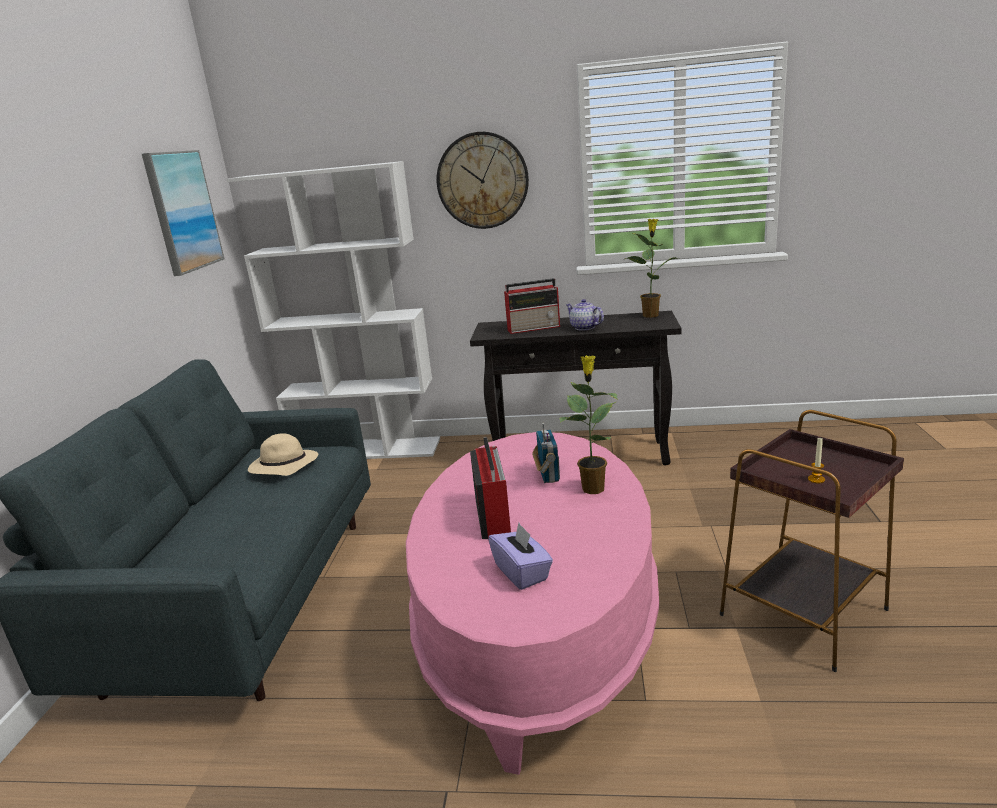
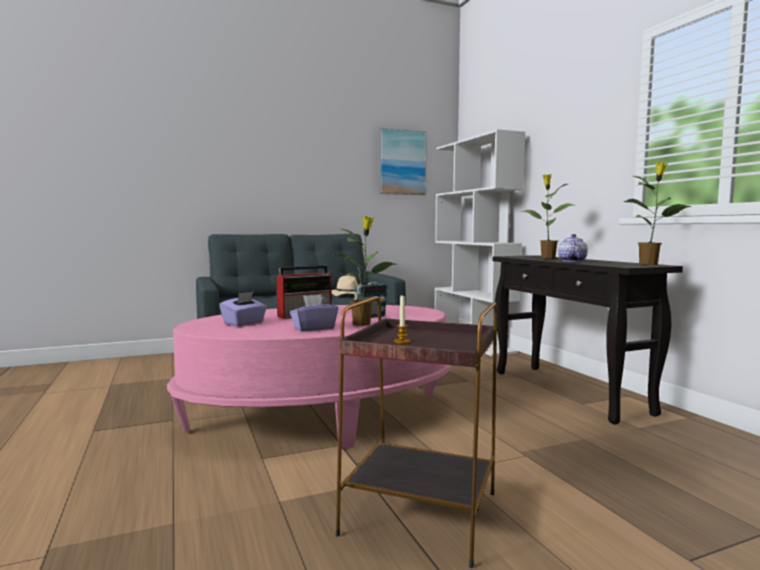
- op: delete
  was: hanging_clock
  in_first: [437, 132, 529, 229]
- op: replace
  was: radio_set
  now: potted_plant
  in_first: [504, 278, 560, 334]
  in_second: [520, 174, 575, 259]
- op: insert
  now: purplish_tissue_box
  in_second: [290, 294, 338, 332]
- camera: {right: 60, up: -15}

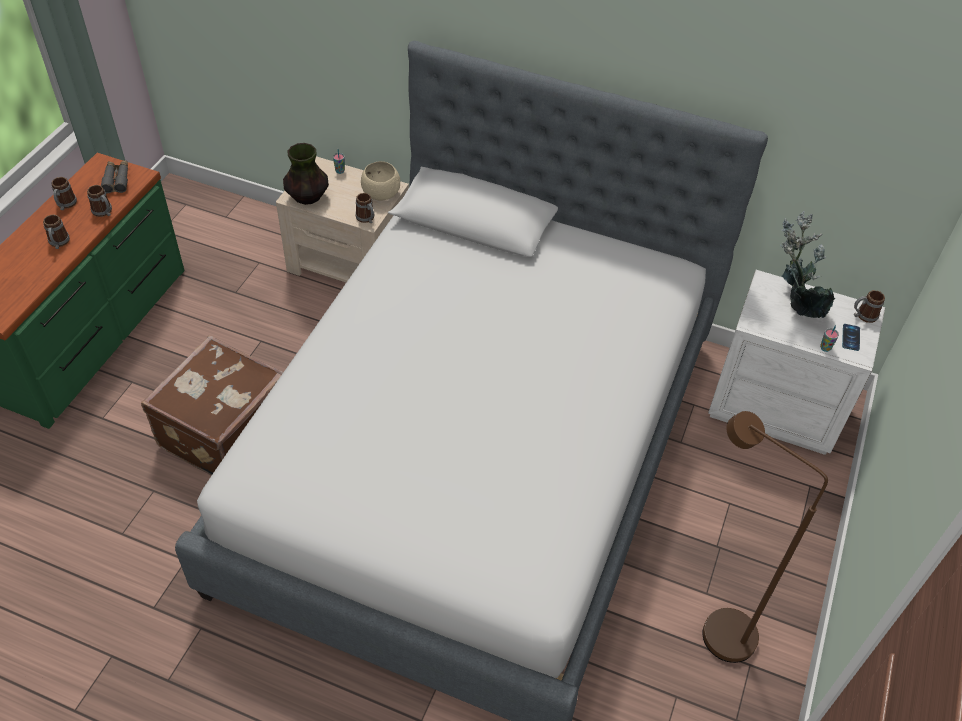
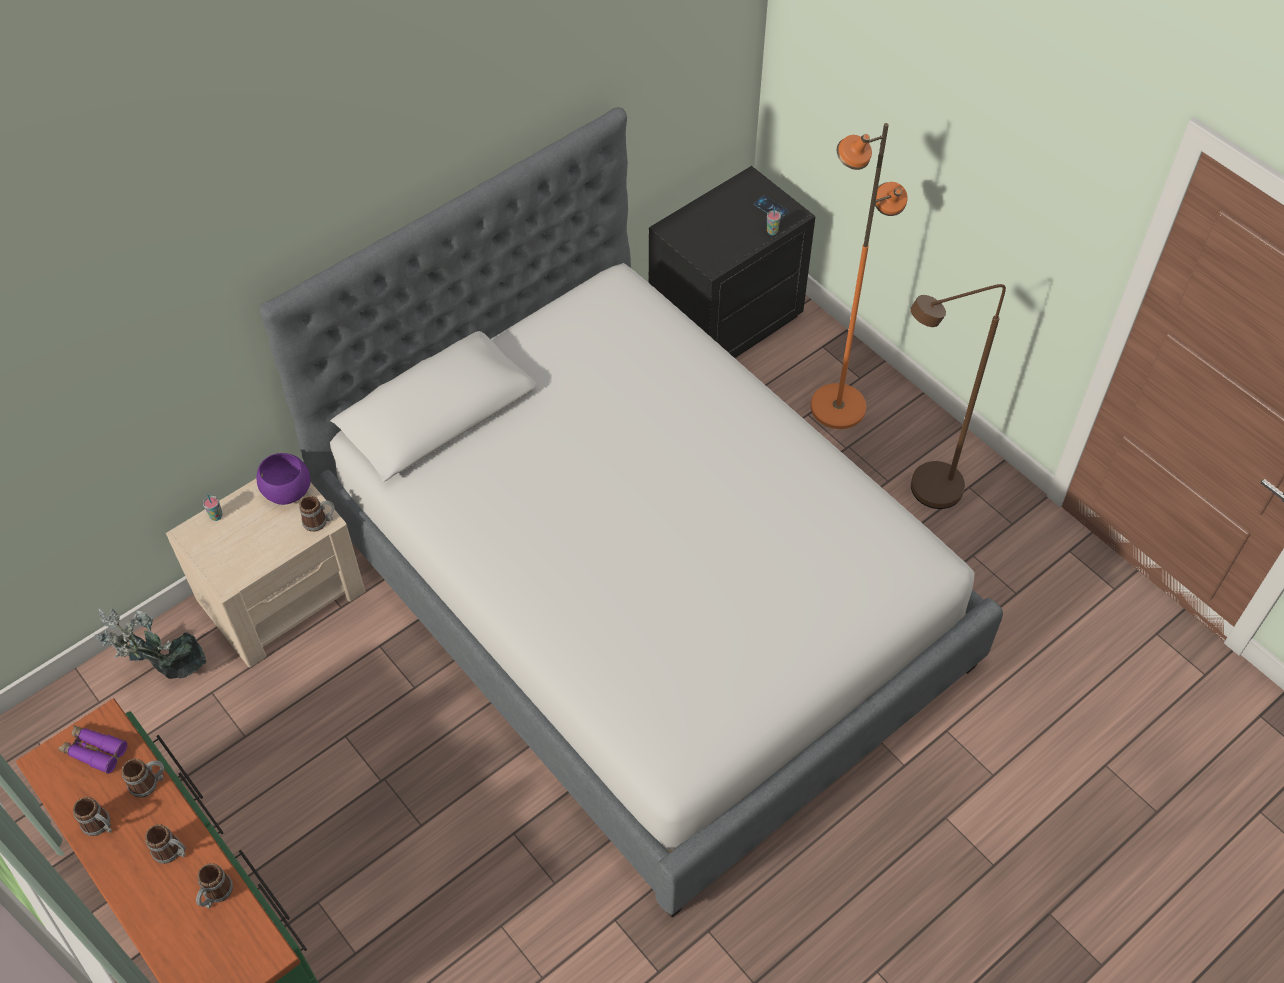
- op: delete
  was: decorative_vase
  in_first: [283, 143, 329, 205]
- op: recolor
  was: gray_field_glasses
  now: purplish_field_glasses
  in_first: [101, 160, 128, 193]
  in_second: [58, 725, 127, 774]
- op: recolor
  was: beige_serving_bowl
  now: purplish_serving_bowl
  in_first: [361, 161, 400, 201]
  in_second: [256, 453, 311, 505]
- op: move
  was: potted_plant
  in_first: [780, 211, 835, 318]
  in_second: [94, 609, 206, 679]
- op: recolor
  was: white-coloured_night_table
  now: blackish_night_table
  in_first: [708, 270, 885, 455]
  in_second: [649, 166, 816, 358]
- op: move
  was: tea_mug
  in_first: [854, 290, 885, 323]
  in_second: [196, 863, 233, 908]
- op: delete
  was: brown_piece_of_luggage
  in_first: [141, 335, 283, 476]
- op: insert
  now: orangey_standing_lamp
  in_second: [811, 123, 908, 429]
- camera: {right: -60, up: 5}

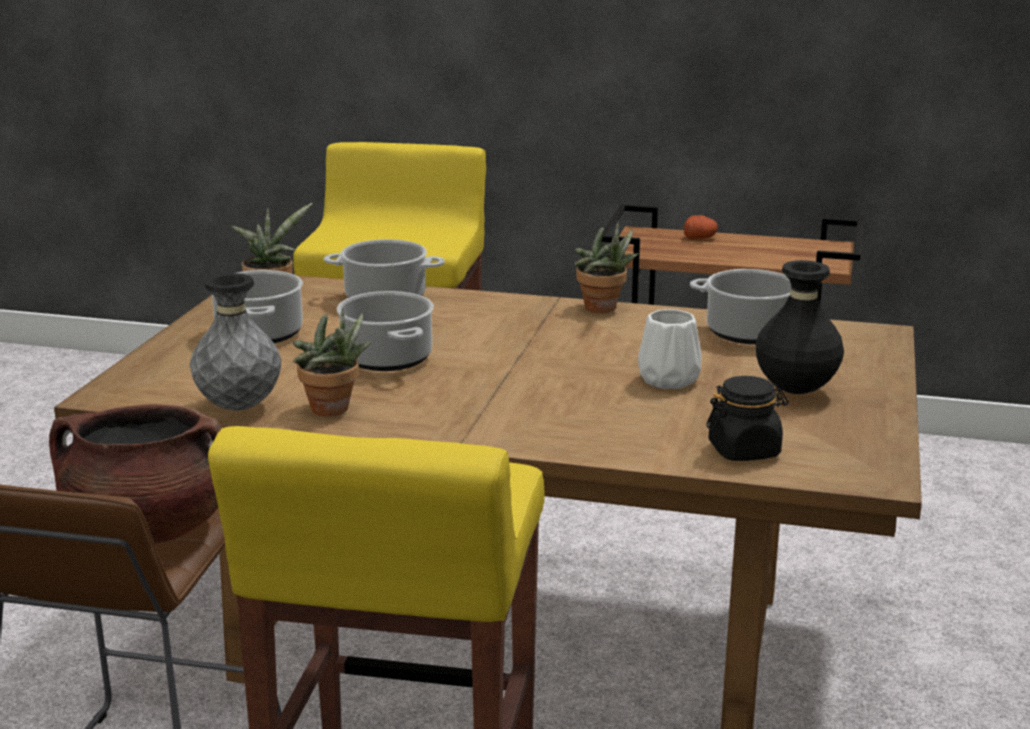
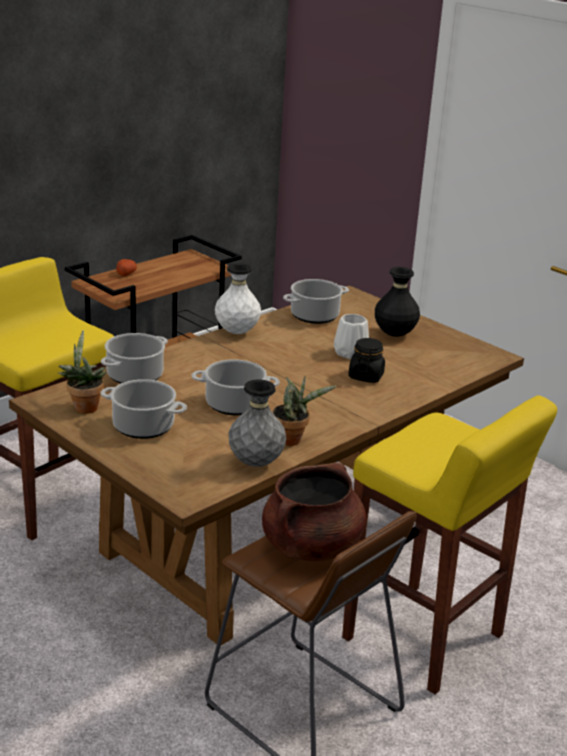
- op: replace
  was: potted_plant
  now: white-coloured_decorative_vase
  in_first: [575, 222, 639, 313]
  in_second: [215, 263, 261, 334]
- op: move
  was: blackish_jar
  in_first: [706, 376, 788, 461]
  in_second: [348, 338, 385, 383]
- camera: {right: -60, up: 5}

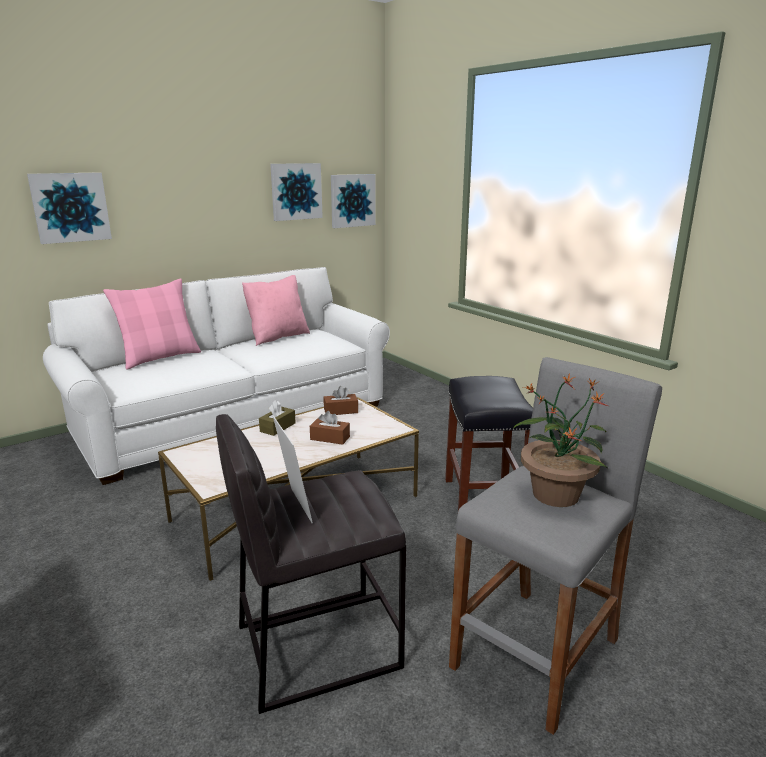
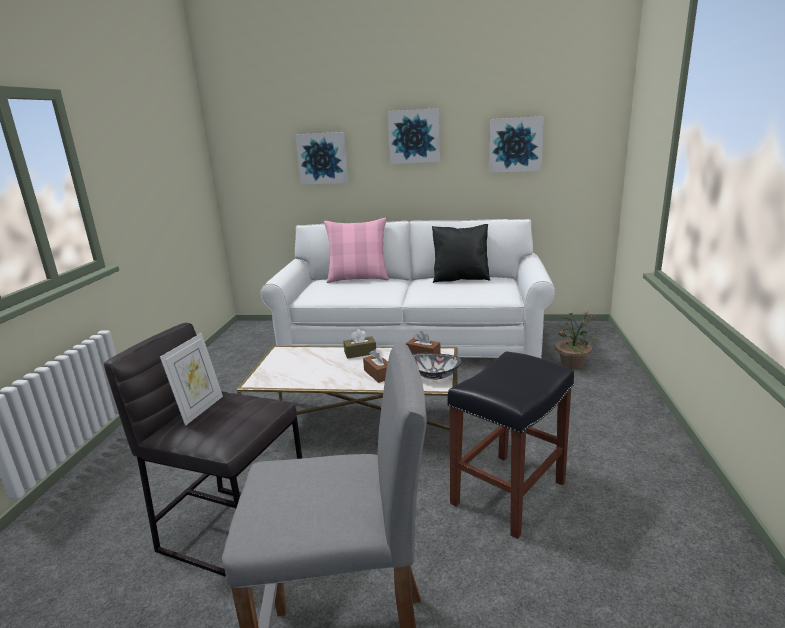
- op: move
  was: wall_art
  in_first: [331, 174, 376, 228]
  in_second: [388, 108, 440, 164]
- op: recolor
  was: pinkish_throw_pillow
  now: blackish_throw_pillow
  in_first: [242, 275, 310, 346]
  in_second: [432, 224, 490, 283]
- op: move
  was: potted_plant
  in_first: [514, 373, 608, 507]
  in_second: [555, 311, 598, 369]
- op: insert
  now: serving_bowl
  in_second: [412, 353, 462, 380]
- camera: {right: 45, up: 0}

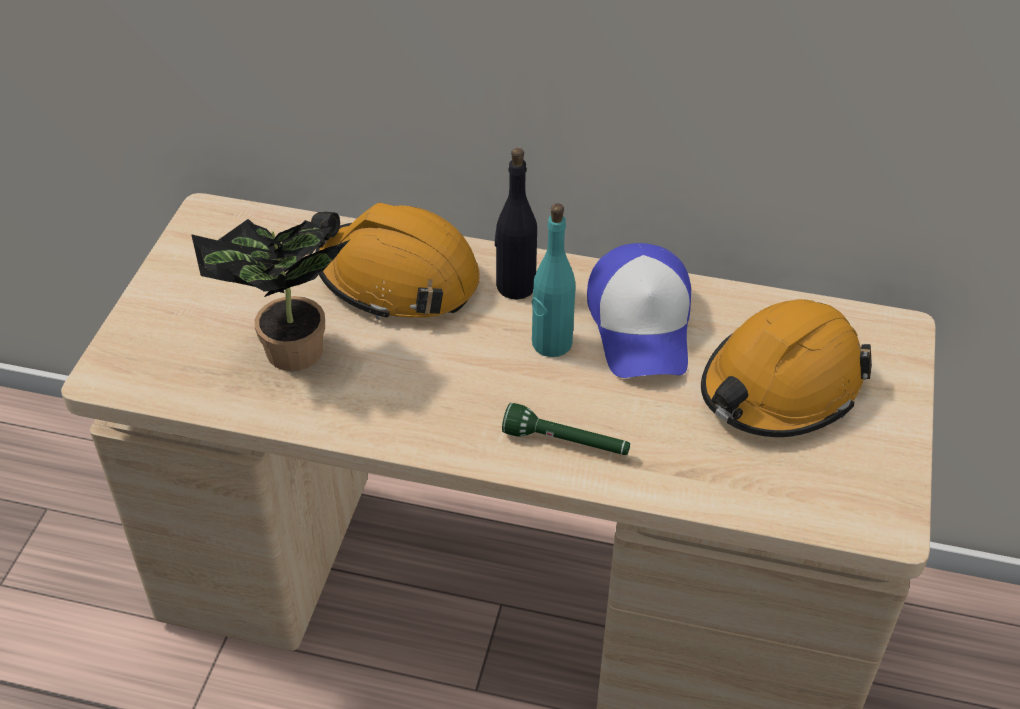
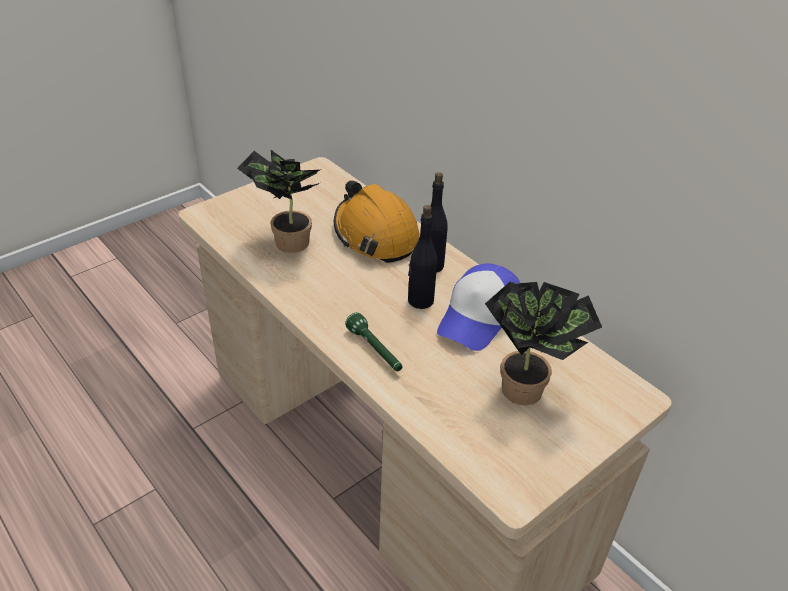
- op: recolor
  was: blue-green_bottle
  now: blackish_bottle
  in_first: [532, 203, 576, 357]
  in_second: [408, 205, 437, 309]
- op: replace
  was: orangey_safety_helmet
  now: potted_plant
  in_first: [701, 299, 872, 437]
  in_second: [485, 281, 602, 405]
- camera: {right: 35, up: -5}

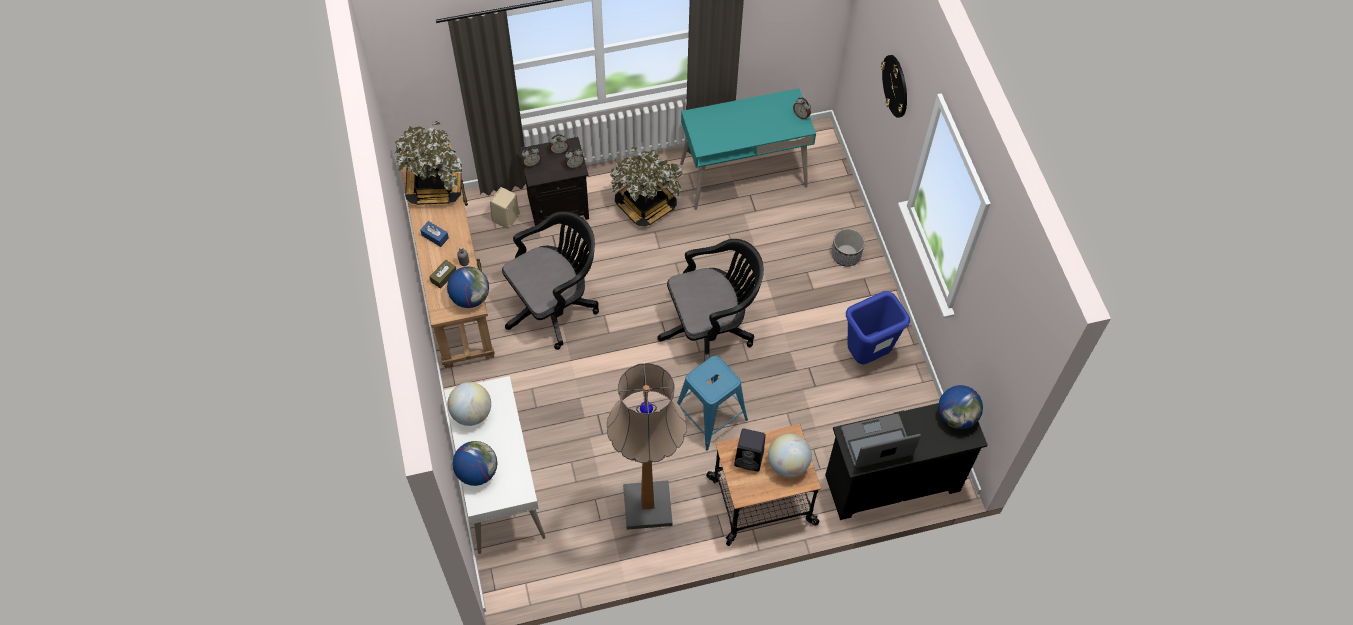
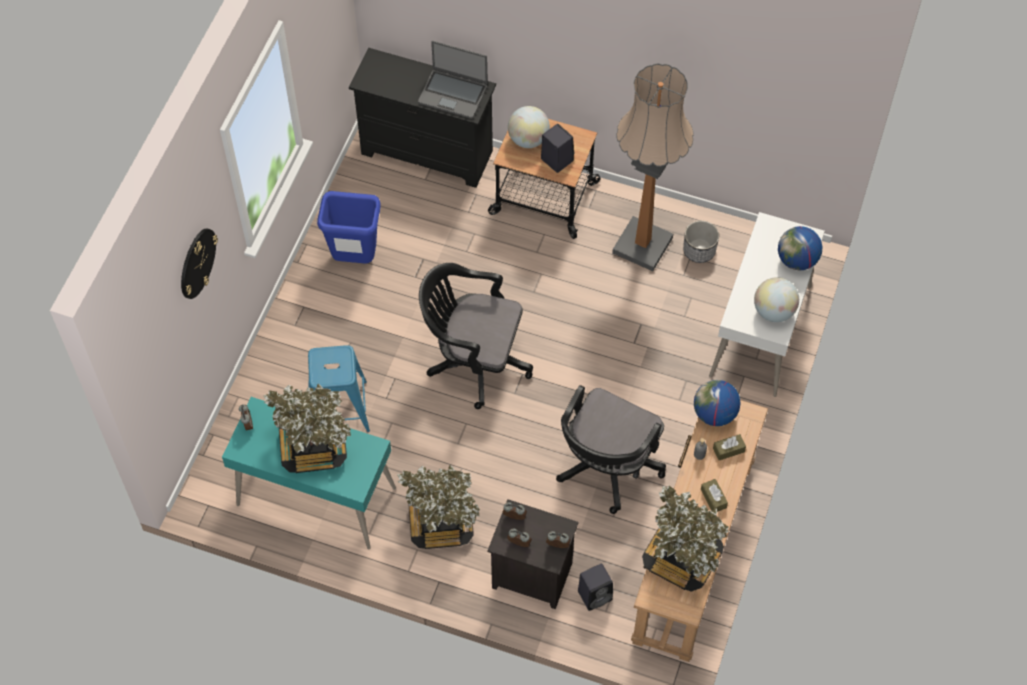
- op: recolor
  was: beige_audio_speaker
  now: blackish_audio_speaker
  in_first: [490, 187, 520, 229]
  in_second: [578, 564, 613, 611]
- op: rotate
  was: blackish_desk_chair
  in_first: [502, 211, 599, 350]
  in_second: [556, 385, 666, 514]
  clockwise: -60
- op: recolor
  was: blue_tissue_box
  now: brown_tissue_box
  in_first: [420, 221, 449, 247]
  in_second: [701, 479, 728, 512]
- op: move
  was: plant_pot
  in_first: [832, 228, 865, 267]
  in_second: [683, 221, 719, 263]
- op: move
  was: blue_stool
  in_first: [677, 356, 748, 450]
  in_second: [308, 345, 370, 432]
- op: delete
  was: desk_globe
  in_first: [938, 385, 983, 429]
- op: insert
  now: potted_plant
  in_second: [263, 383, 351, 473]
- camera: {right: -145, up: 0}

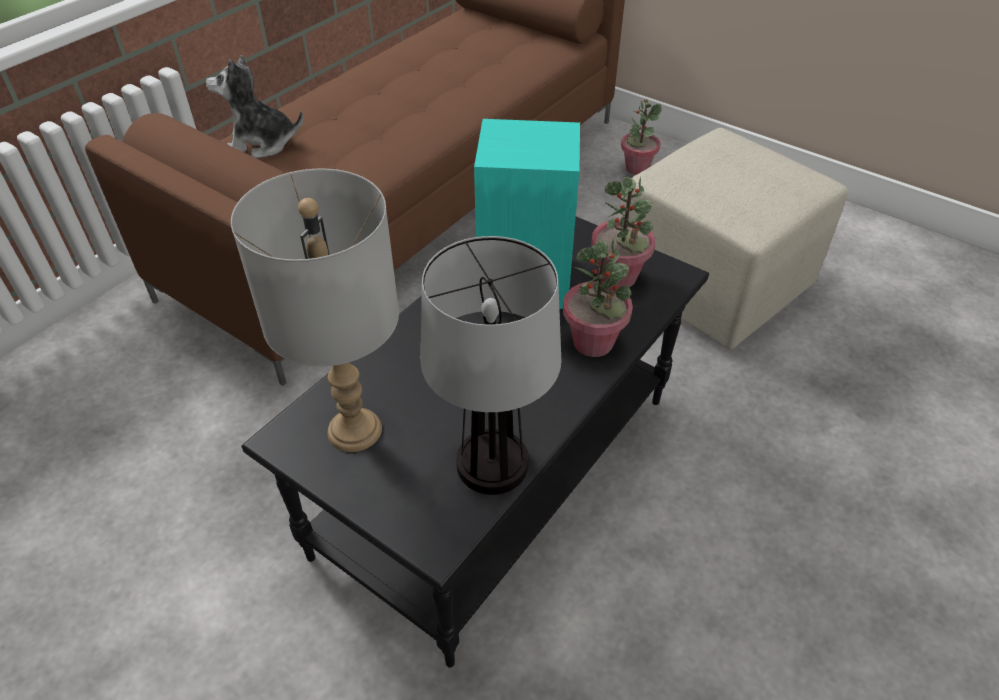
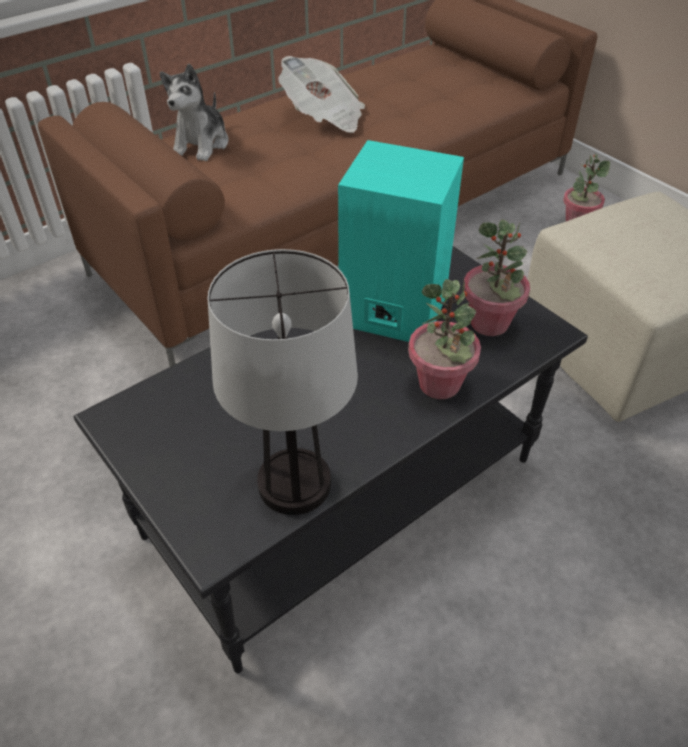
- op: rotate
  was: cuddly_toy
  in_first: [206, 55, 303, 158]
  in_second: [160, 64, 228, 161]
  clockwise: -90
- op: delete
  was: gray_table_lamp
  in_first: [231, 169, 399, 452]
- op: insert
  now: printed_paper
  in_second: [278, 56, 365, 133]
- camera: {right: 15, up: 0}

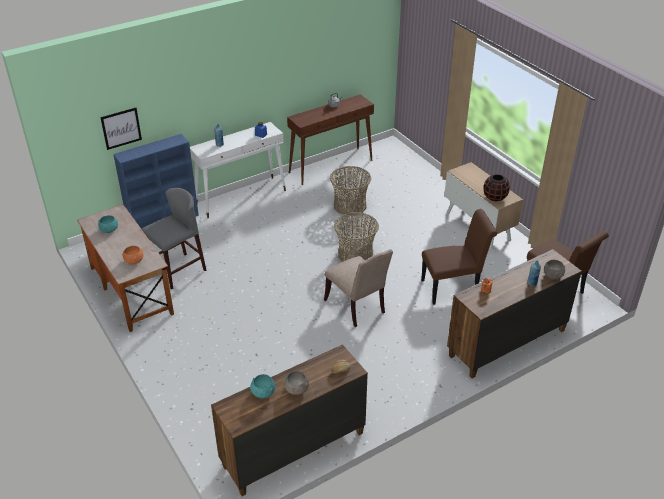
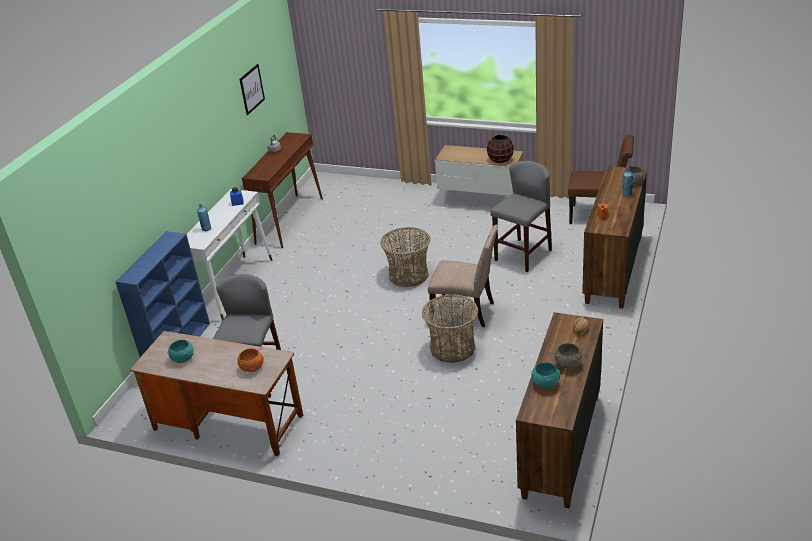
- op: move
  was: wall_art
  in_first: [100, 108, 142, 150]
  in_second: [239, 64, 265, 115]
- op: move
  was: basket
  in_first: [330, 166, 371, 216]
  in_second: [422, 294, 479, 363]
- op: replace
  was: brown_plain_chair
  now: gray_stool
  in_first: [421, 209, 498, 305]
  in_second: [490, 161, 552, 272]
- camera: {right: -35, up: -5}

